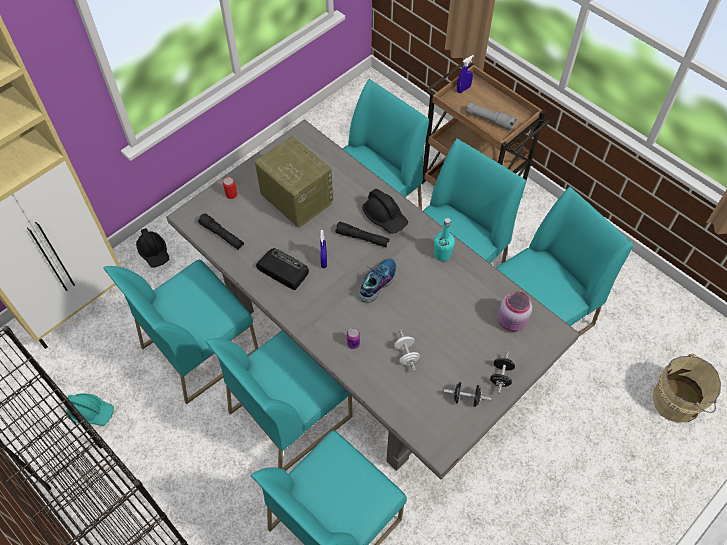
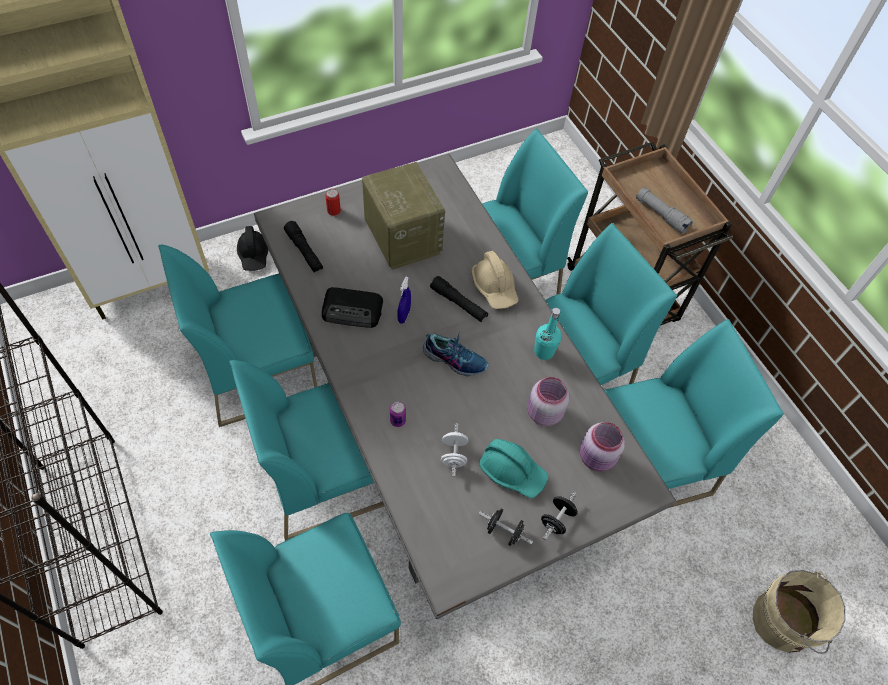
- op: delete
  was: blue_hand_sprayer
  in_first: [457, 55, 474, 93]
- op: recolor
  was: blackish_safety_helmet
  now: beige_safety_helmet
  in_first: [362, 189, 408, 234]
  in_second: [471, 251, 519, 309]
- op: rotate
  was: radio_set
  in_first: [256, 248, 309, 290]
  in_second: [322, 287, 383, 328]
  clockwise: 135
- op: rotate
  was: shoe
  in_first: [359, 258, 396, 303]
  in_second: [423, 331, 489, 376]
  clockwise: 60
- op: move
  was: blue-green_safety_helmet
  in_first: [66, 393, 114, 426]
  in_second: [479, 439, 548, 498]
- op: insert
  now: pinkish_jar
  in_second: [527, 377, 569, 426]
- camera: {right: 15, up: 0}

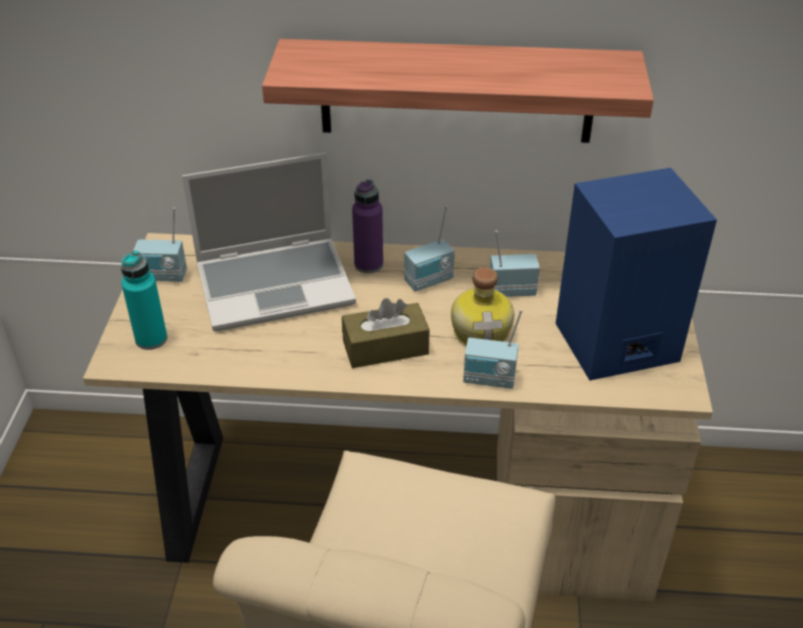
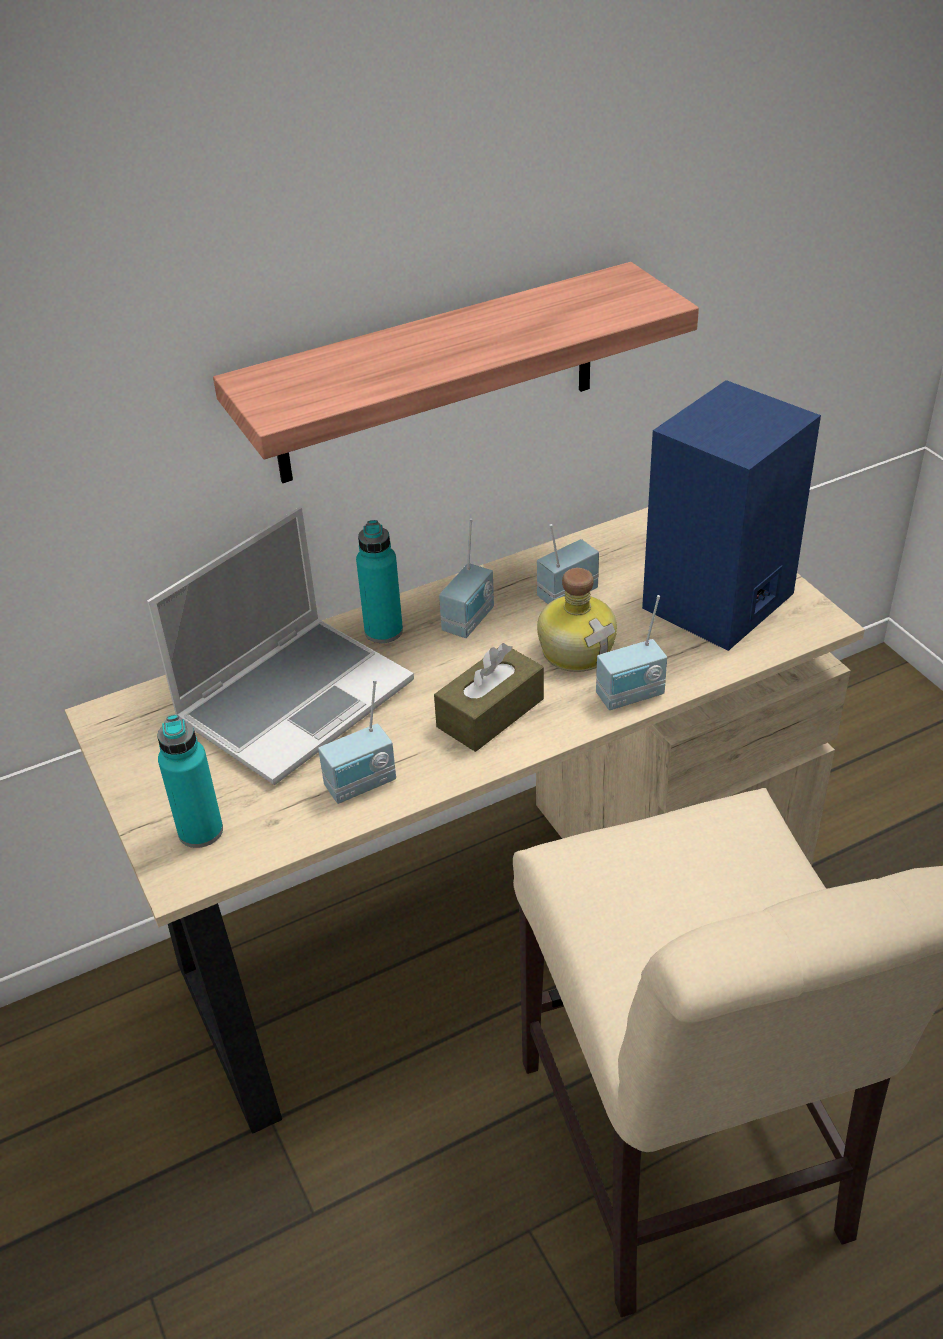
- op: recolor
  was: purplish_bottle
  now: blue-green_bottle
  in_first: [352, 179, 383, 274]
  in_second: [356, 520, 403, 643]
- op: move
  was: radio_set
  in_first: [133, 207, 187, 282]
  in_second: [318, 679, 396, 804]
- camera: {right: -30, up: 0}

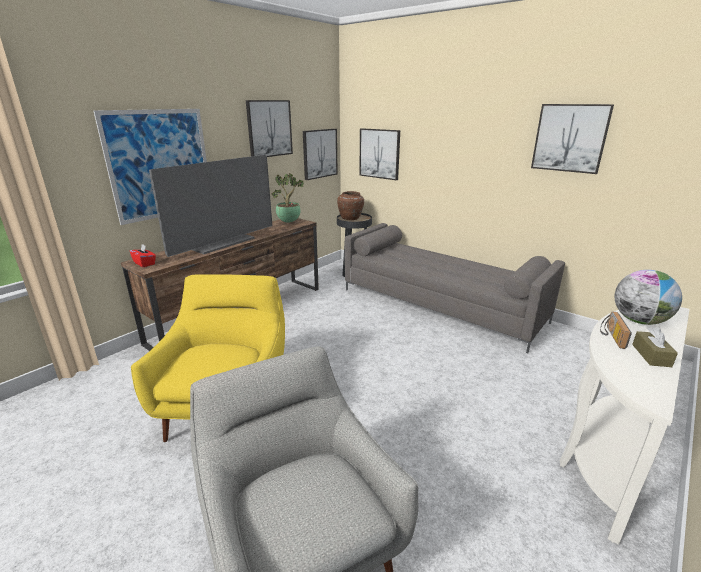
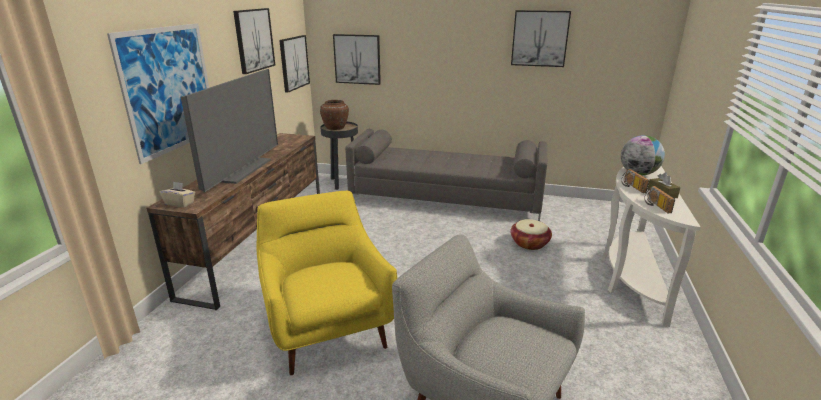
- op: delete
  was: potted_plant
  in_first: [272, 173, 304, 223]
- op: recolor
  was: red-coloured_tissue_box
  now: beige_tissue_box
  in_first: [130, 244, 156, 267]
  in_second: [159, 181, 195, 208]
- op: insert
  now: radio_set
  in_second: [644, 186, 675, 213]
- op: insert
  now: basket
  in_second: [510, 219, 552, 250]
- camera: {right: -25, up: 0}

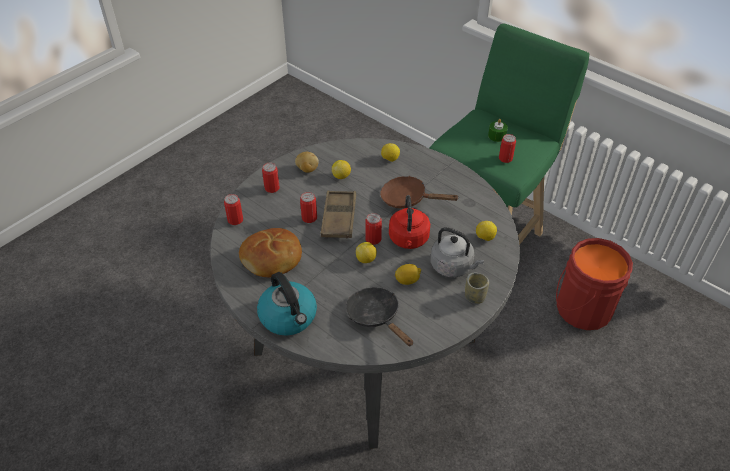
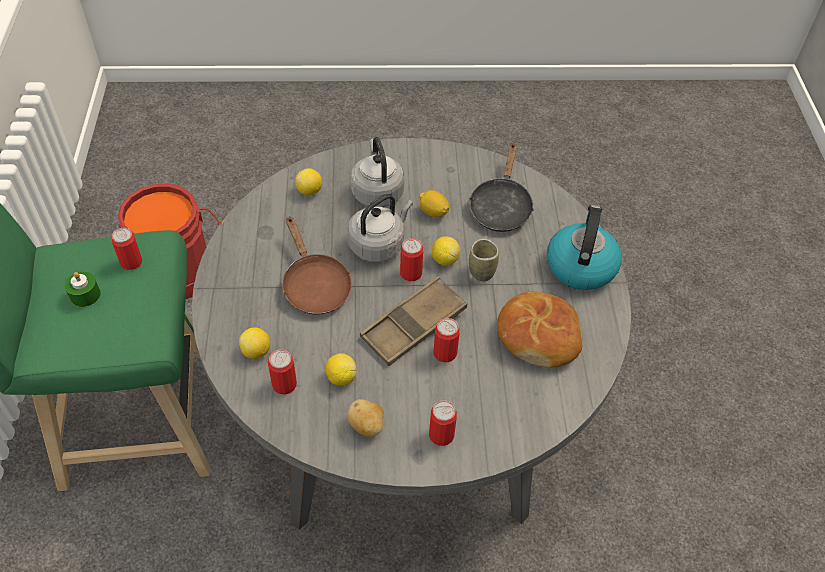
- op: move
  was: sealed_can
  in_first: [224, 194, 243, 225]
  in_second: [268, 349, 297, 394]
- op: recolor
  was: red-coloured_water_kettle
  now: gray_water_kettle
  in_first: [389, 195, 430, 249]
  in_second: [348, 194, 413, 262]
- op: move
  was: cup
  in_first: [465, 273, 489, 304]
  in_second: [469, 239, 499, 281]
- camera: {right: -135, up: 5}

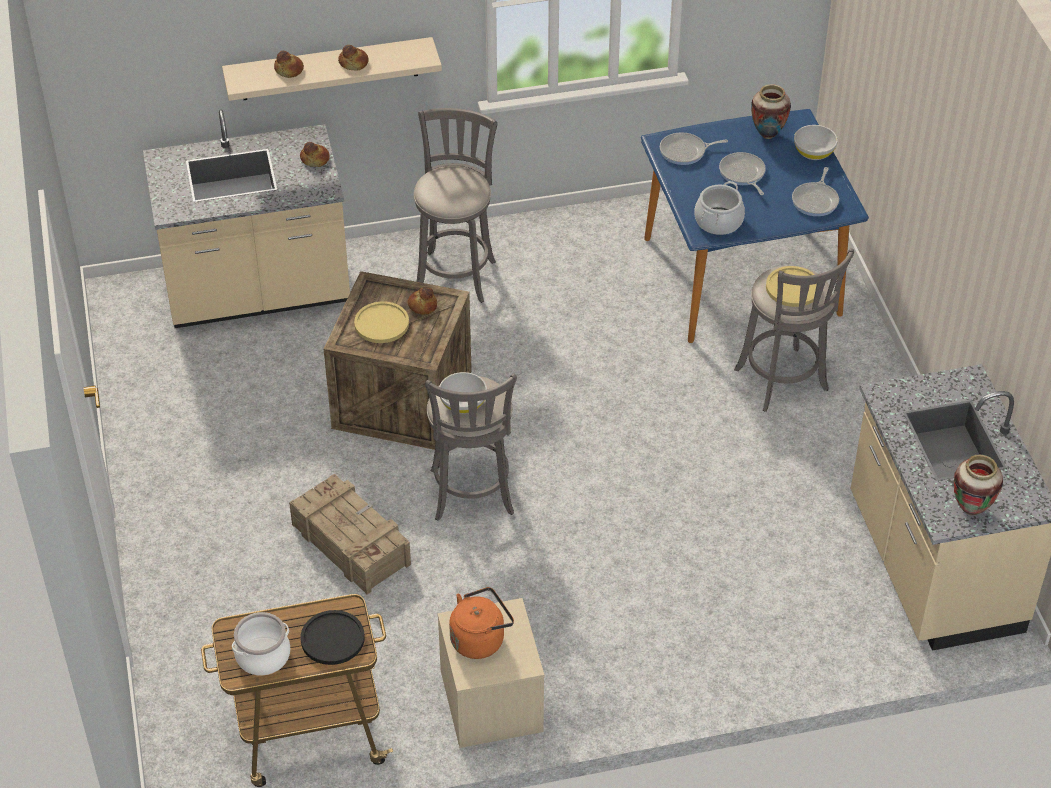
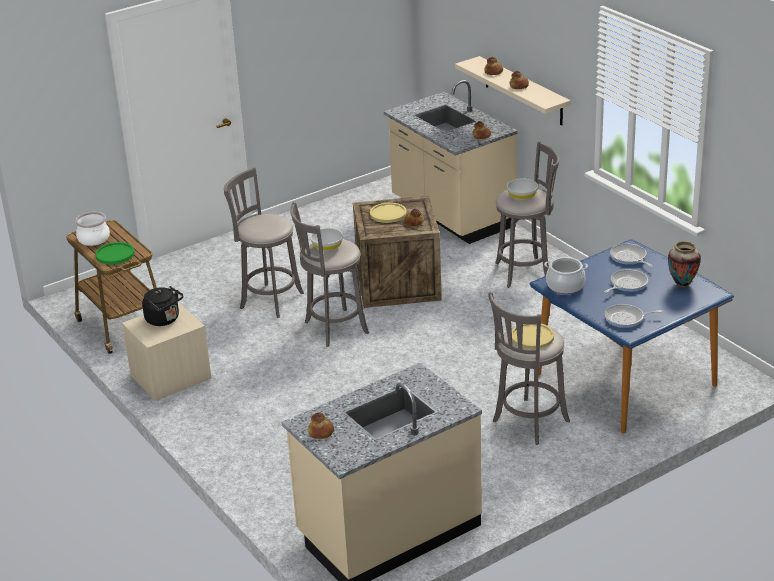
- op: move
  was: white-coloured_serving_bowl
  in_first: [794, 125, 838, 160]
  in_second: [507, 179, 538, 201]
- op: replace
  was: decorative_vase
  now: bakery_bread
  in_first: [954, 455, 1003, 515]
  in_second: [308, 413, 334, 439]
- op: replace
  was: shipping_crate
  now: gray_stool
  in_first: [289, 474, 411, 595]
  in_second: [224, 167, 304, 318]
- op: recolor
  was: orangey_water_kettle
  now: blackish_water_kettle
  in_first: [449, 587, 514, 659]
  in_second: [142, 286, 183, 326]
- op: recolor
  was: blackish_flat_dish
  now: green-coloured_flat_dish
  in_first: [301, 610, 365, 665]
  in_second: [95, 242, 135, 264]
- camera: {right: 70, up: -15}

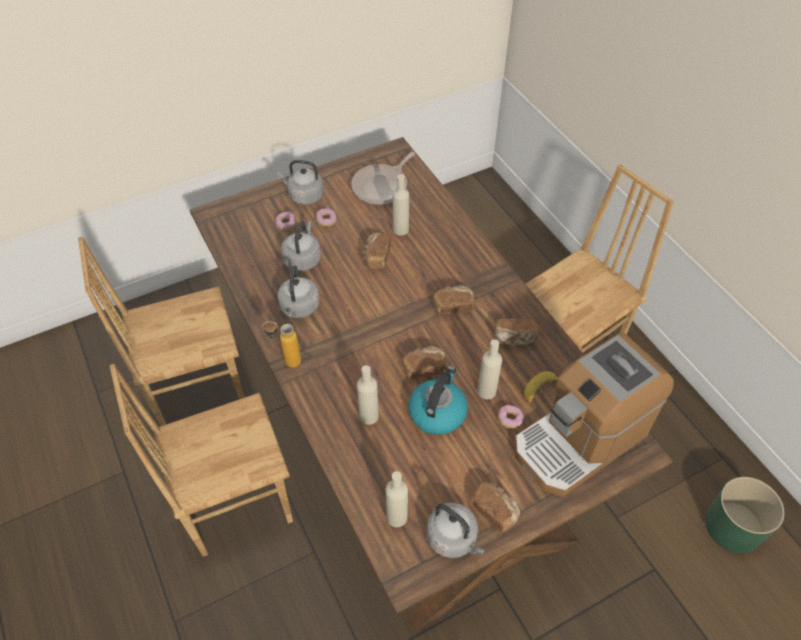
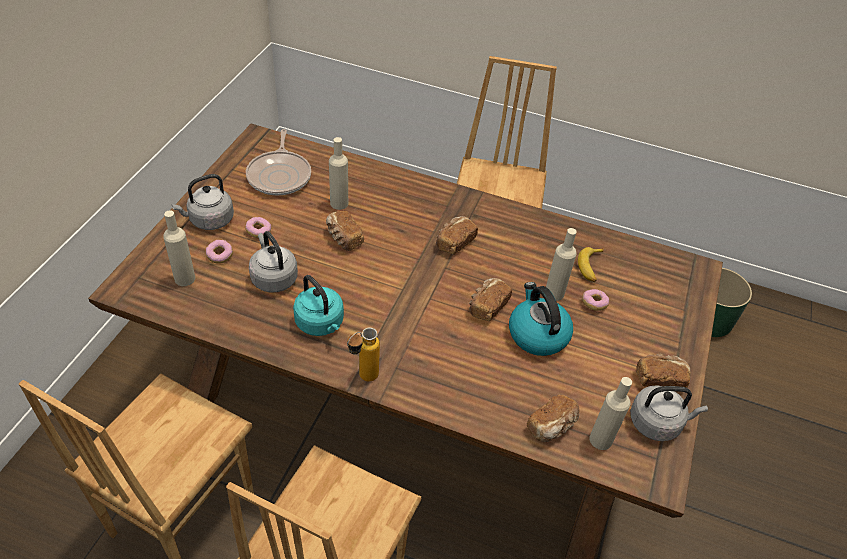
- op: recolor
  was: gray_water_kettle
  now: blue-green_water_kettle
  in_first: [278, 266, 320, 318]
  in_second: [293, 275, 344, 336]
- op: move
  was: bakery_bread
  in_first: [495, 318, 538, 345]
  in_second: [527, 394, 580, 442]
- op: delete
  was: coffee_brewer
  in_first: [514, 332, 674, 497]
- op: move
  was: beige_bottle
  in_first: [357, 365, 379, 425]
  in_second: [163, 211, 195, 286]
- camera: {right: -45, up: -5}

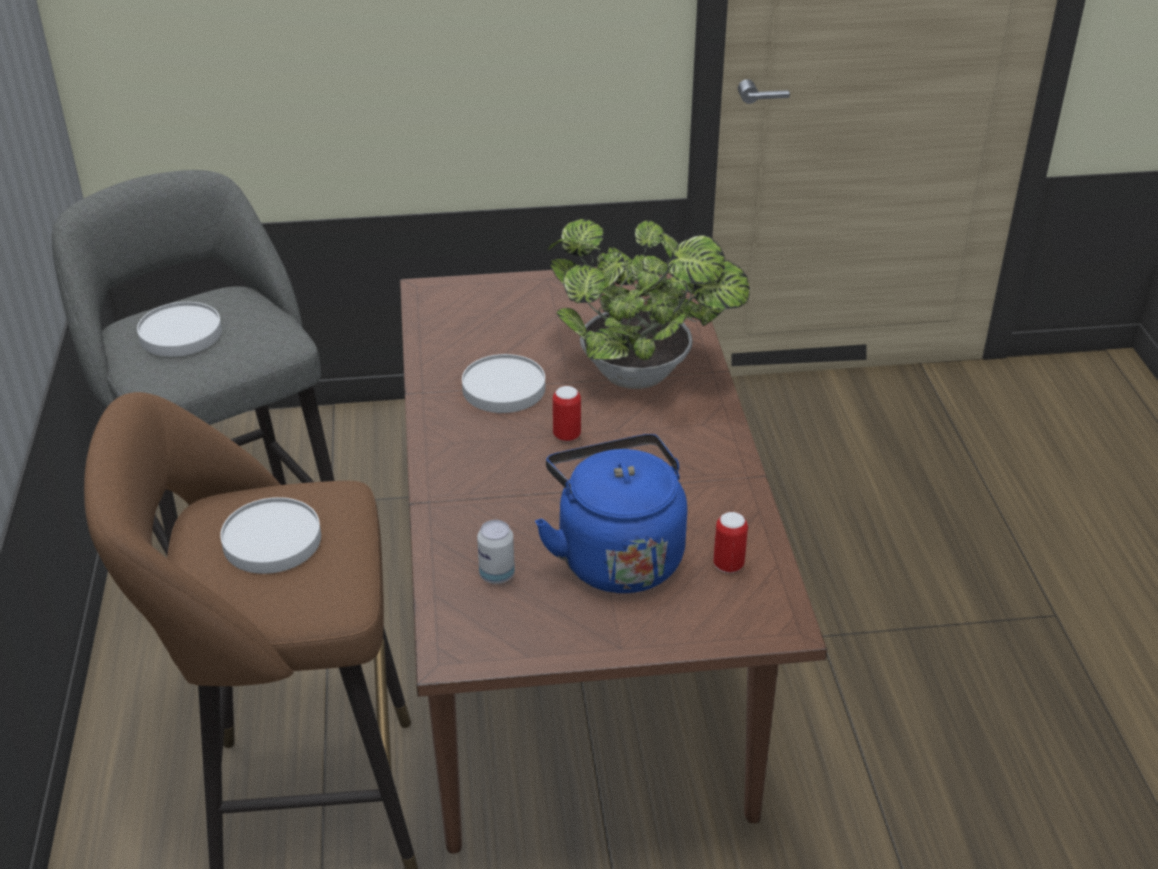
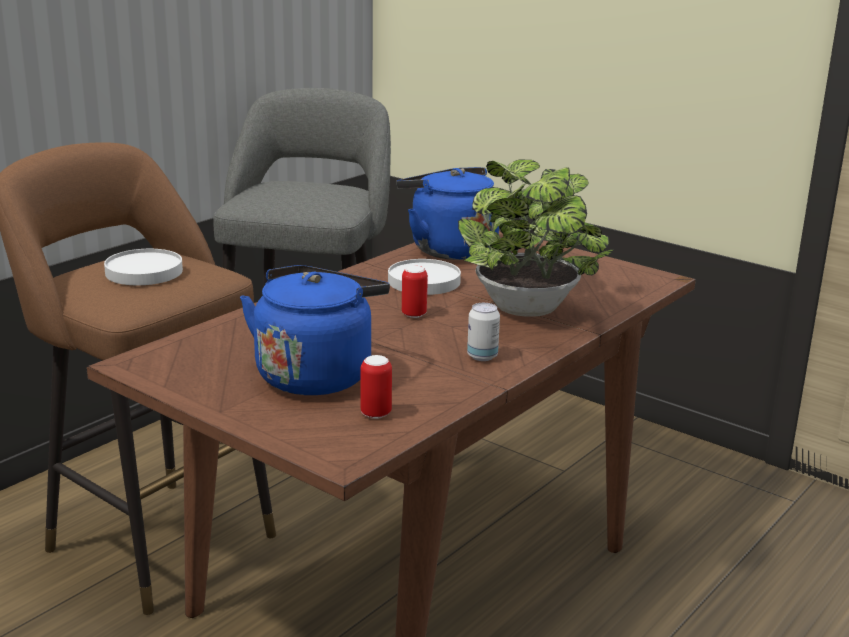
- op: delete
  was: white-coloured_flat_dish
  in_first: [137, 302, 222, 357]
- op: move
  was: sealed_can
  in_first: [477, 520, 515, 584]
  in_second: [467, 303, 500, 361]
- op: insert
  now: blue_water_kettle
  in_second: [396, 167, 499, 260]
- camera: {right: 45, up: -15}

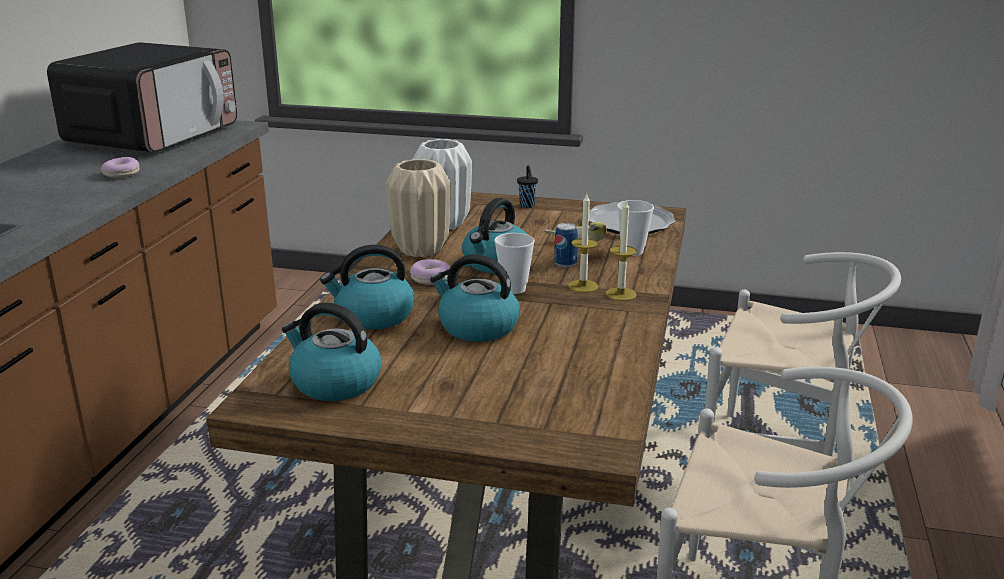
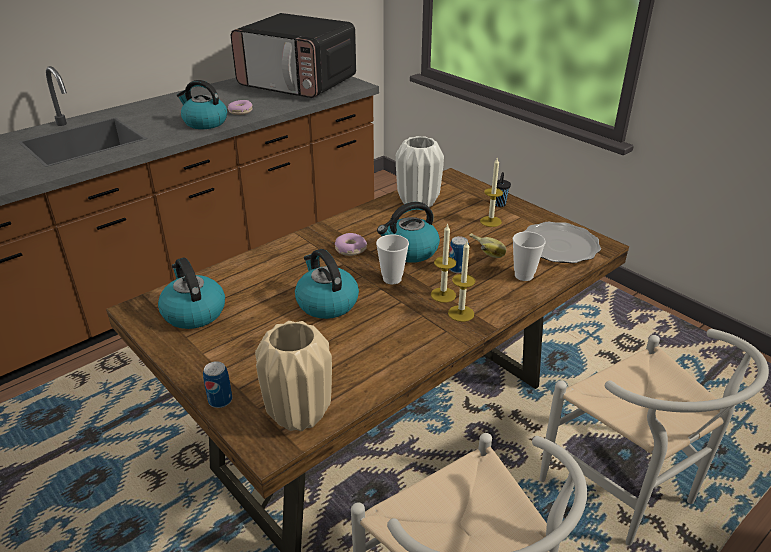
- op: rotate
  was: microwave
  in_first: [47, 42, 237, 153]
  in_second: [231, 13, 356, 98]
  clockwise: 60
- op: move
  was: beige_decorative_vase
  in_first: [386, 159, 451, 257]
  in_second: [255, 321, 332, 431]
- op: move
  was: water_kettle
  in_first: [320, 245, 414, 330]
  in_second: [177, 80, 227, 129]
- op: insert
  now: wax_candle
  in_second: [480, 158, 503, 227]
- op: insert
  now: sealed_can
  in_second: [203, 361, 232, 408]
- camera: {right: 35, up: 10}

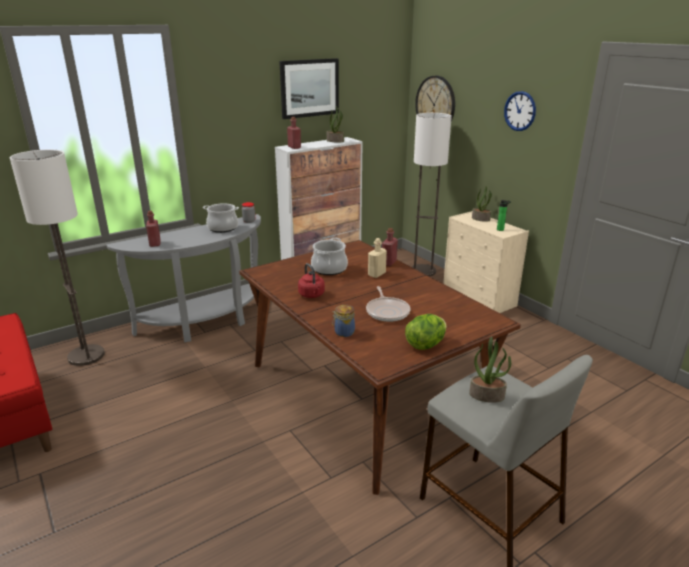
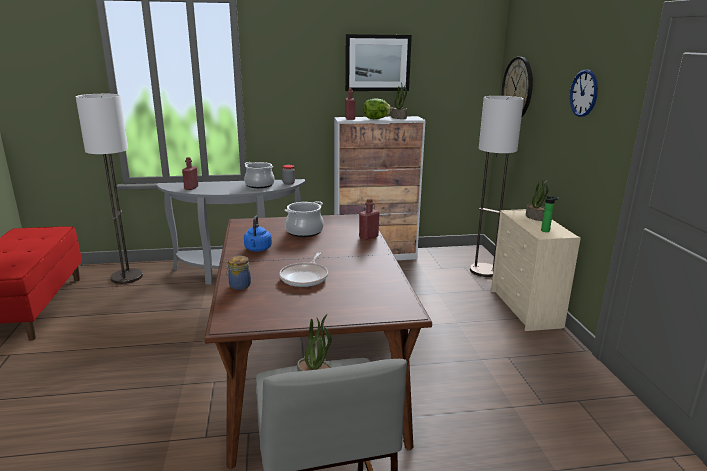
- op: delete
  was: beige_bottle
  in_first: [368, 238, 387, 278]
- op: recolor
  was: red-coloured_water_kettle
  now: blue_water_kettle
  in_first: [298, 263, 325, 298]
  in_second: [244, 215, 272, 251]
- op: move
  was: lettuce
  in_first: [405, 314, 447, 350]
  in_second: [364, 98, 391, 119]
- camera: {right: 25, up: -5}

